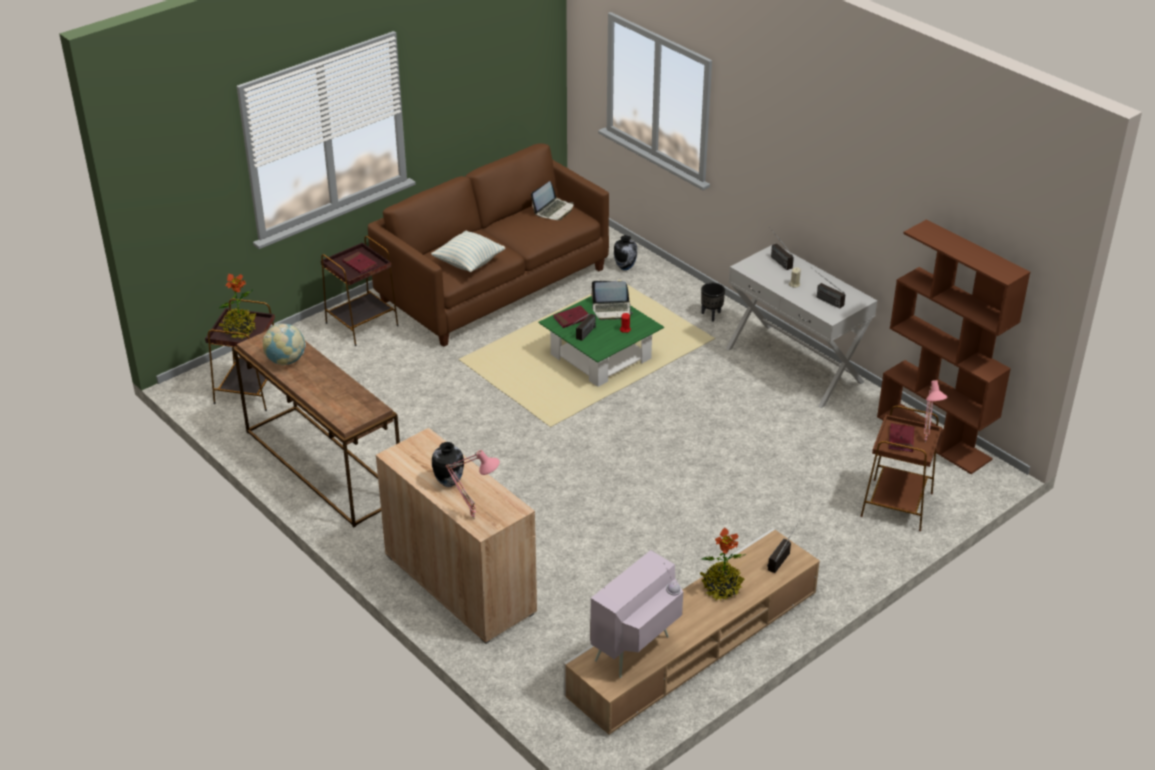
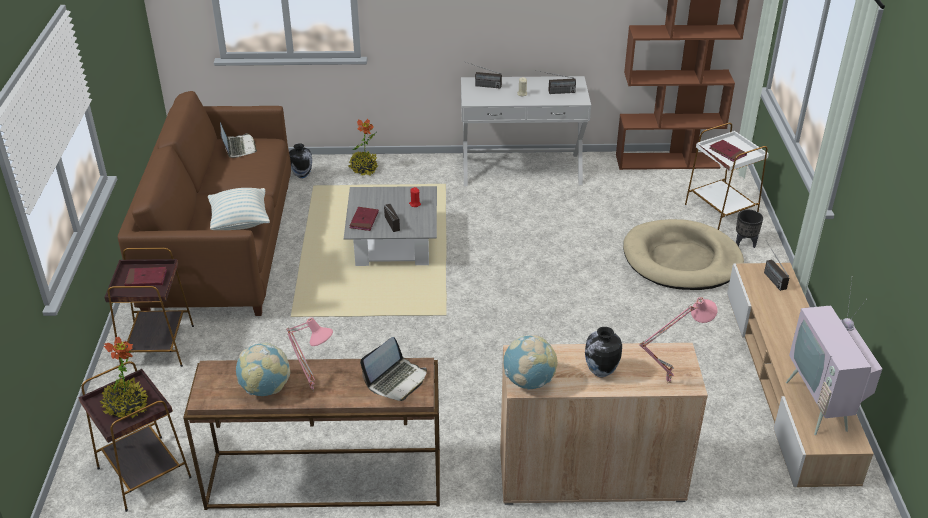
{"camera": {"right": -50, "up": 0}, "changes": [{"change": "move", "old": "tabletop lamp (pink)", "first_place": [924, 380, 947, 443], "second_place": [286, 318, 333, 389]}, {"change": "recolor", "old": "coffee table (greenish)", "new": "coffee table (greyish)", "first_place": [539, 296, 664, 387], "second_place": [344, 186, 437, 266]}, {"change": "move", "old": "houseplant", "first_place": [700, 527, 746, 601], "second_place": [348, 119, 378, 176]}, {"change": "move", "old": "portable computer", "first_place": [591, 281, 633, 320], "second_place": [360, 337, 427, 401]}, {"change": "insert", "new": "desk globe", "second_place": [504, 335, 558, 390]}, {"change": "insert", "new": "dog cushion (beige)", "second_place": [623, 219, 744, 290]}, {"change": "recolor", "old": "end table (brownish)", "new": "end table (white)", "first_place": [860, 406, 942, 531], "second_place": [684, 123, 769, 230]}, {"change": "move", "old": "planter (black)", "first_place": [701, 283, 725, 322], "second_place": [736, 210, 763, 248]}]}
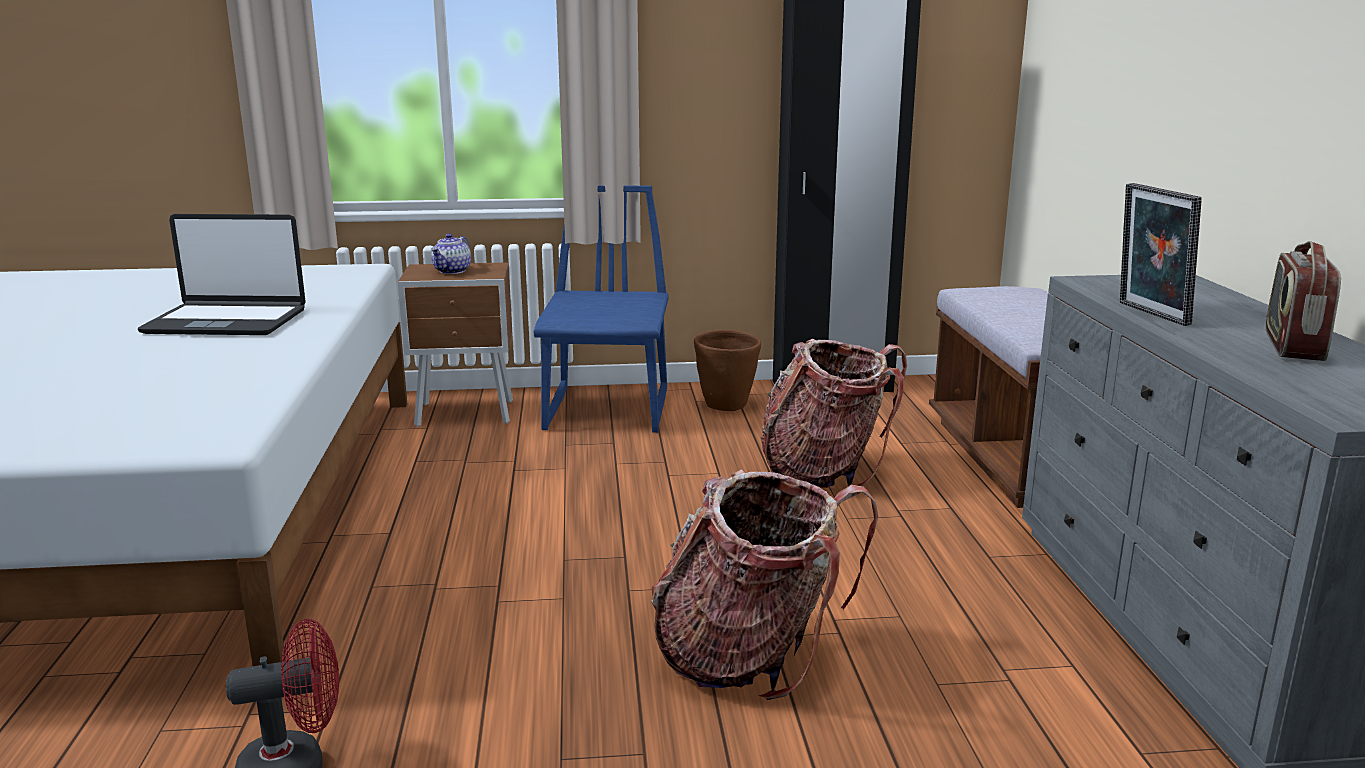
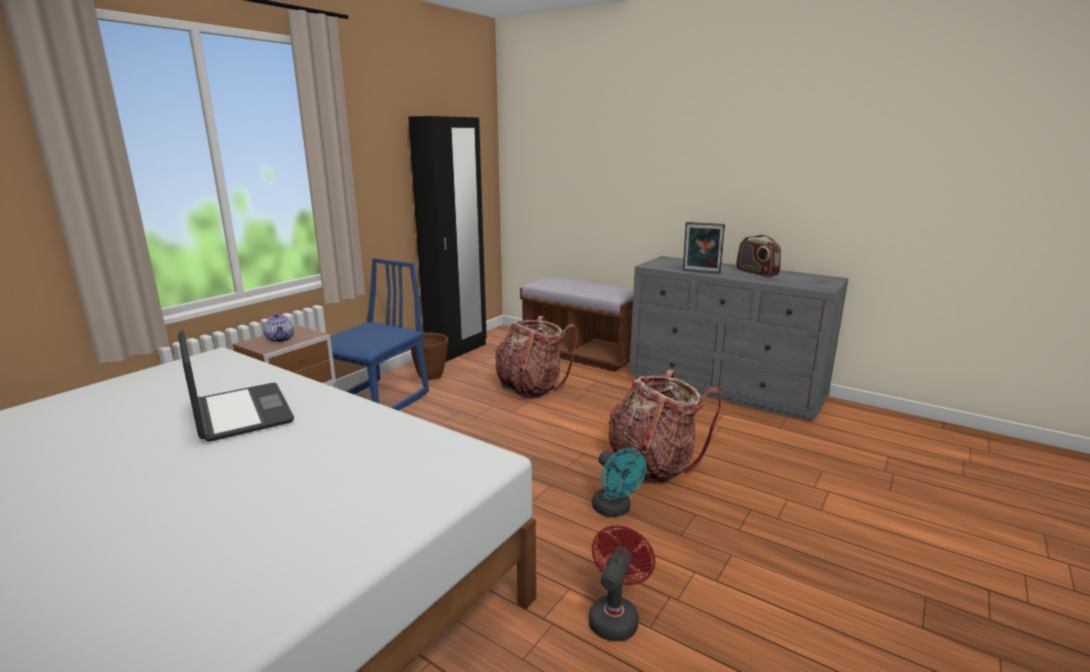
{"camera": {"right": -50, "up": 0}, "changes": [{"change": "rotate", "old": "portable computer", "first_place": [138, 214, 306, 335], "second_place": [178, 330, 294, 442], "degrees": -75}, {"change": "rotate", "old": "plain chair (blue)", "first_place": [533, 185, 669, 433], "second_place": [330, 258, 429, 411], "degrees": 75}, {"change": "insert", "new": "electric fan (turquoise)", "second_place": [592, 448, 646, 517]}]}
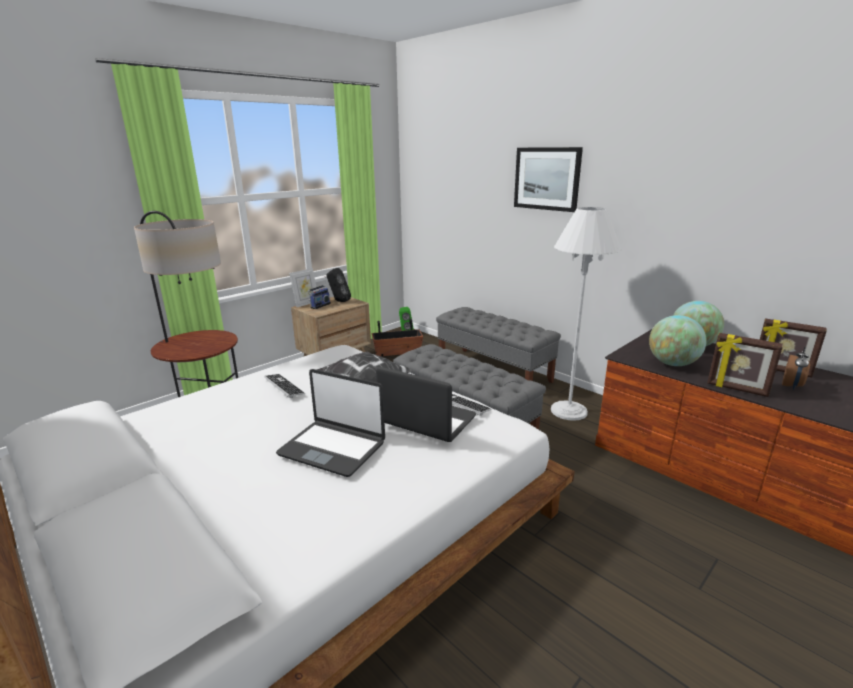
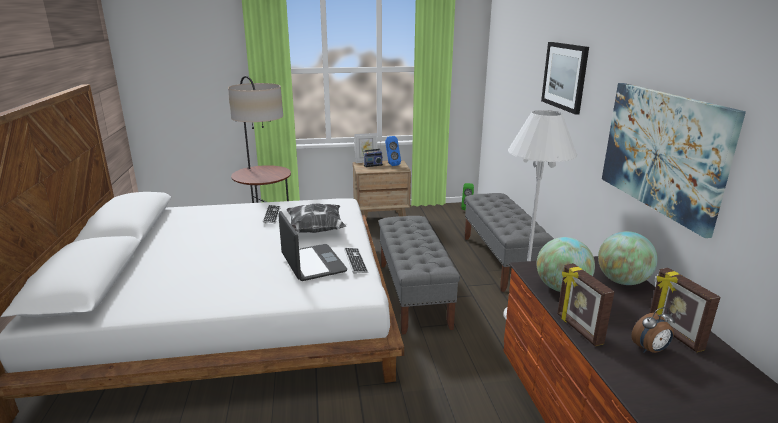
{"camera": {"right": 35, "up": 0}, "changes": [{"change": "recolor", "old": "audio speaker (black)", "new": "audio speaker (blue)", "first_place": [326, 268, 351, 302], "second_place": [385, 136, 401, 166]}, {"change": "insert", "new": "wall art", "second_place": [602, 83, 746, 238]}, {"change": "delete", "old": "portable computer", "first_place": [276, 369, 385, 477]}, {"change": "delete", "old": "planter", "first_place": [372, 318, 423, 356]}]}
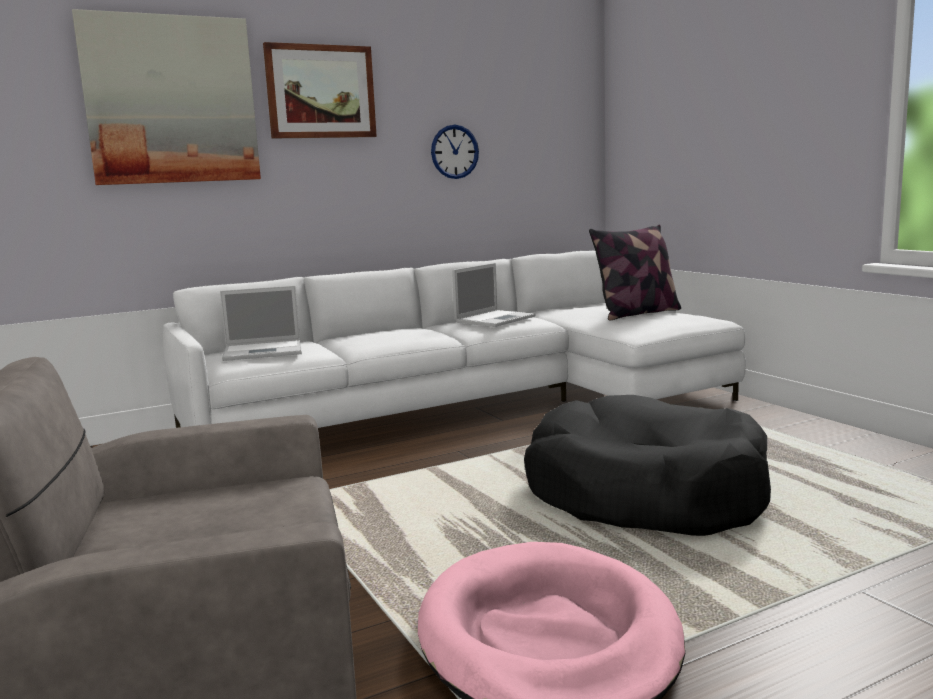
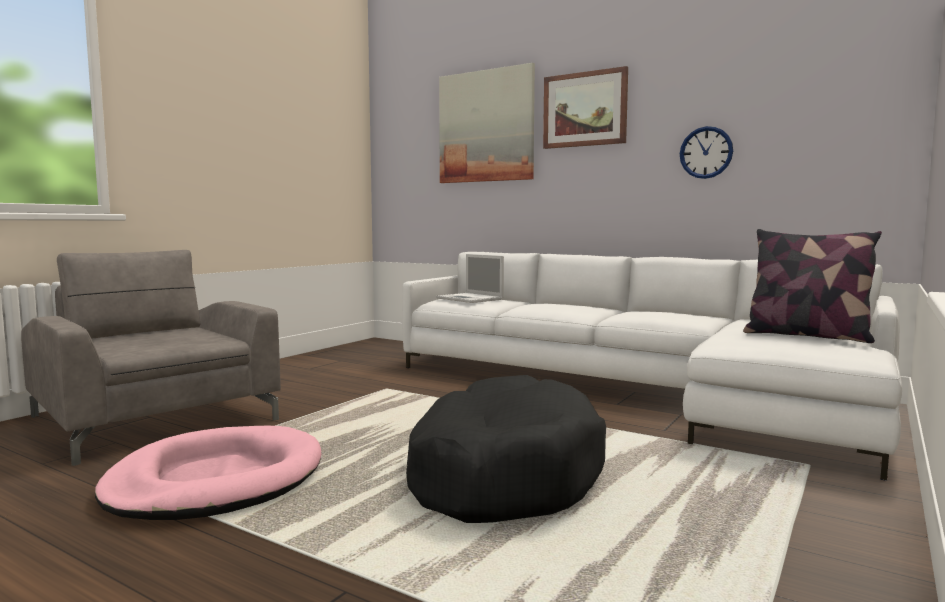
{"camera": {"right": 60, "up": -5}, "changes": [{"change": "delete", "old": "portable computer", "first_place": [452, 263, 536, 327]}]}
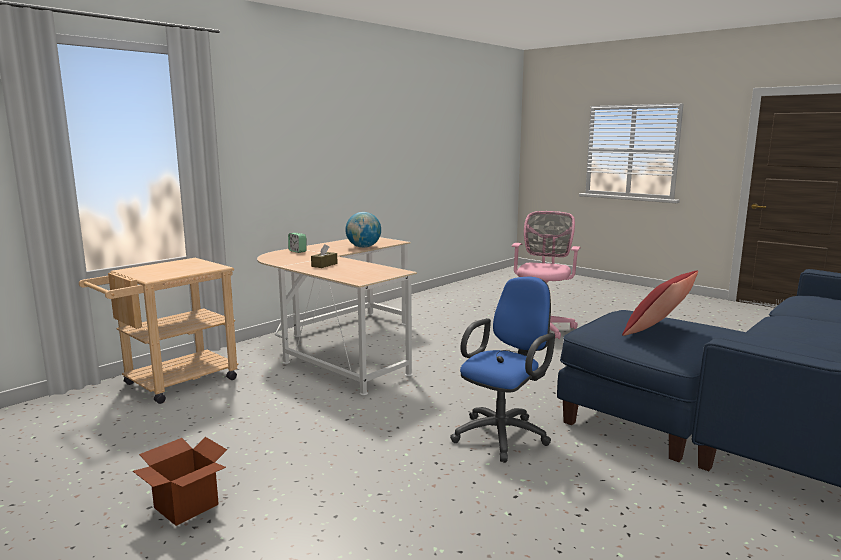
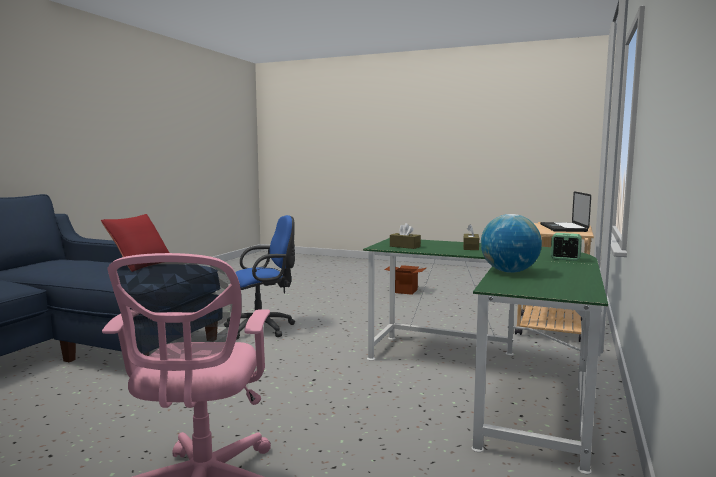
{"camera": {"right": 160, "up": -5}, "changes": [{"change": "rotate", "old": "desk chair (blue)", "first_place": [450, 277, 555, 462], "second_place": [235, 215, 295, 340], "degrees": -135}, {"change": "recolor", "old": "desk unit (beige)", "new": "desk unit (greenish)", "first_place": [257, 237, 417, 395], "second_place": [363, 238, 608, 474]}, {"change": "insert", "new": "tissue box (brownish)", "second_place": [390, 223, 421, 249]}, {"change": "insert", "new": "portable computer", "second_place": [540, 191, 591, 232]}]}
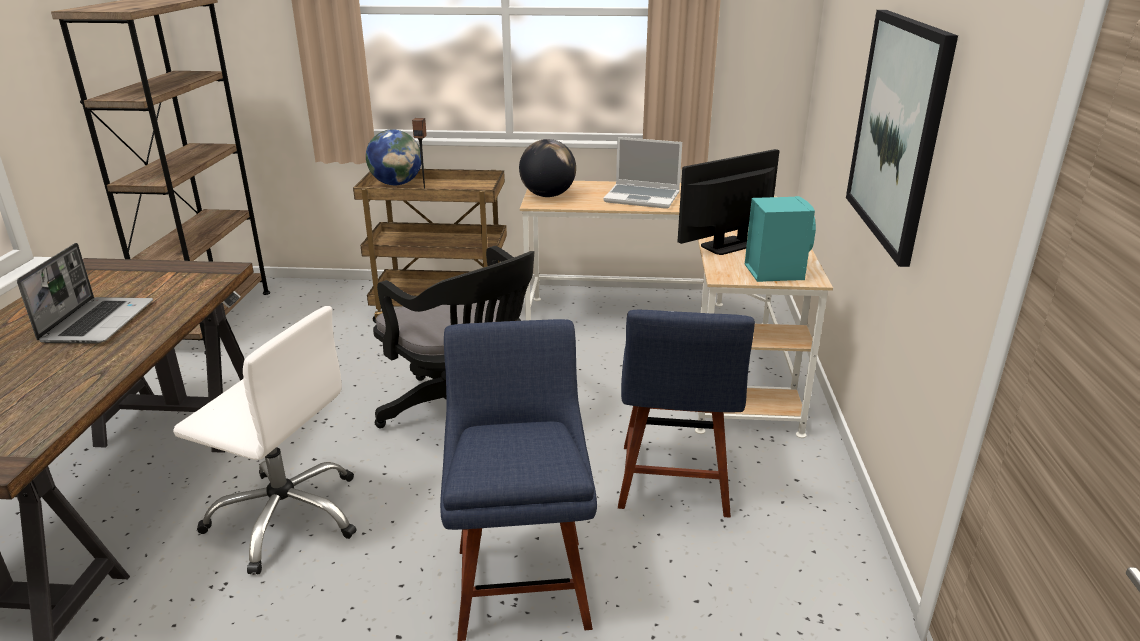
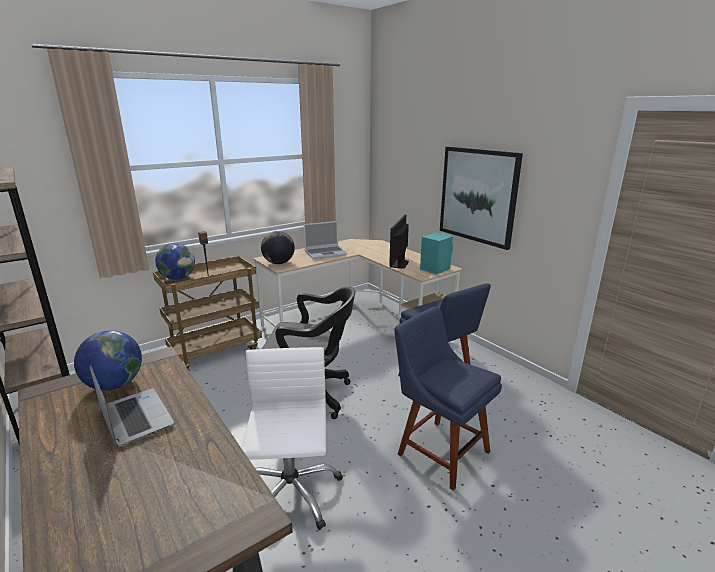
{"camera": {"right": -40, "up": -5}, "changes": [{"change": "insert", "new": "desk globe", "second_place": [74, 330, 142, 390]}, {"change": "rotate", "old": "desk chair (white)", "first_place": [173, 306, 357, 574], "second_place": [241, 347, 343, 530], "degrees": -75}]}
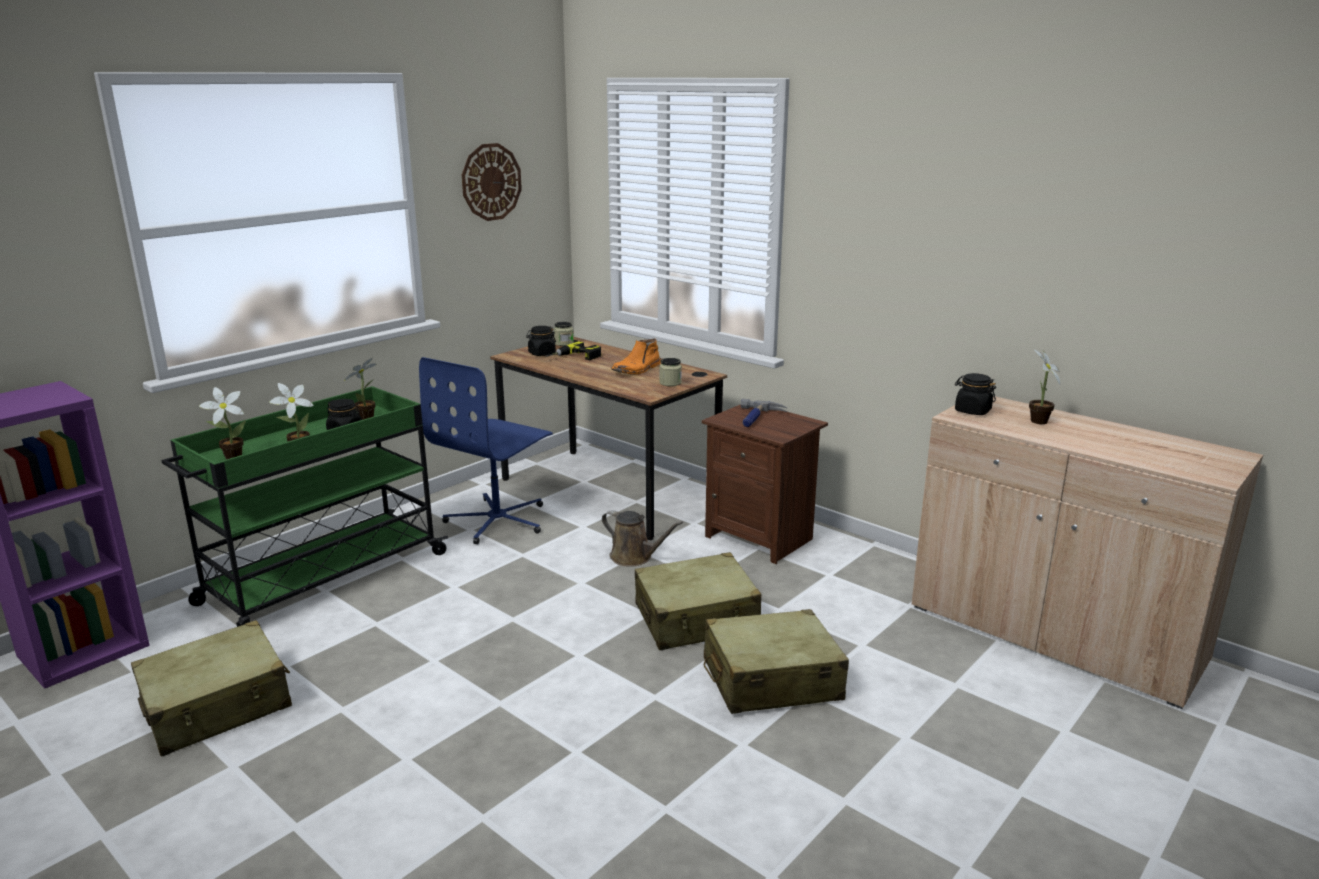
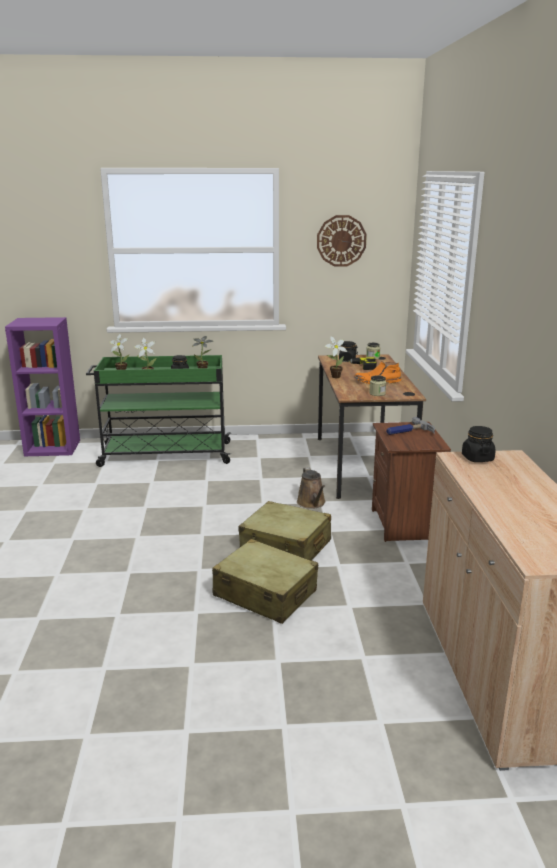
{"camera": {"right": 45, "up": 0}, "changes": [{"change": "move", "old": "houseplant", "first_place": [1029, 350, 1060, 424], "second_place": [325, 337, 347, 378]}, {"change": "delete", "old": "piece of luggage (beige)", "first_place": [131, 620, 292, 757]}, {"change": "delete", "old": "desk chair (blue)", "first_place": [419, 357, 553, 544]}]}
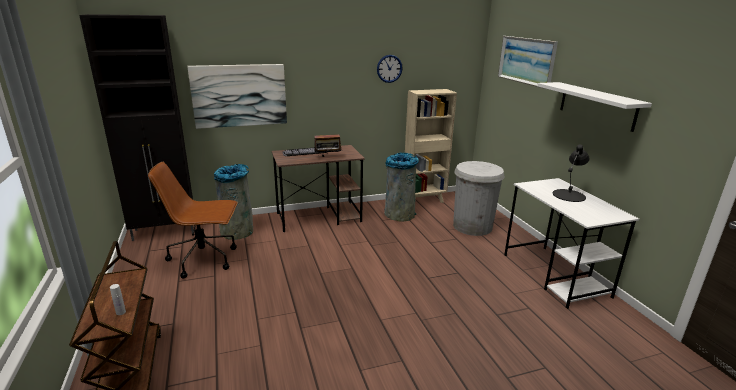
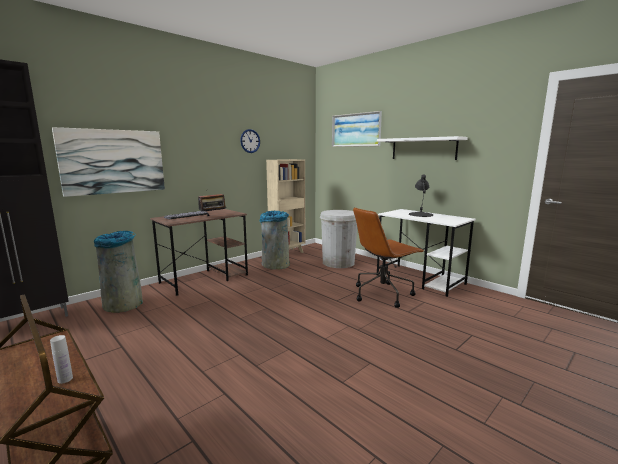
{"camera": {"right": -25, "up": -10}, "changes": [{"change": "move", "old": "desk chair (brownish)", "first_place": [148, 162, 238, 279], "second_place": [353, 207, 424, 308]}]}
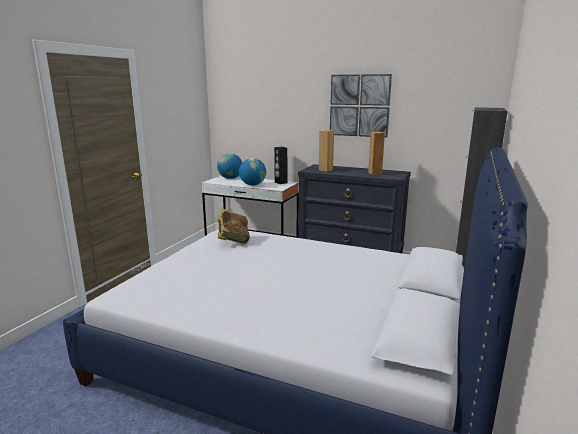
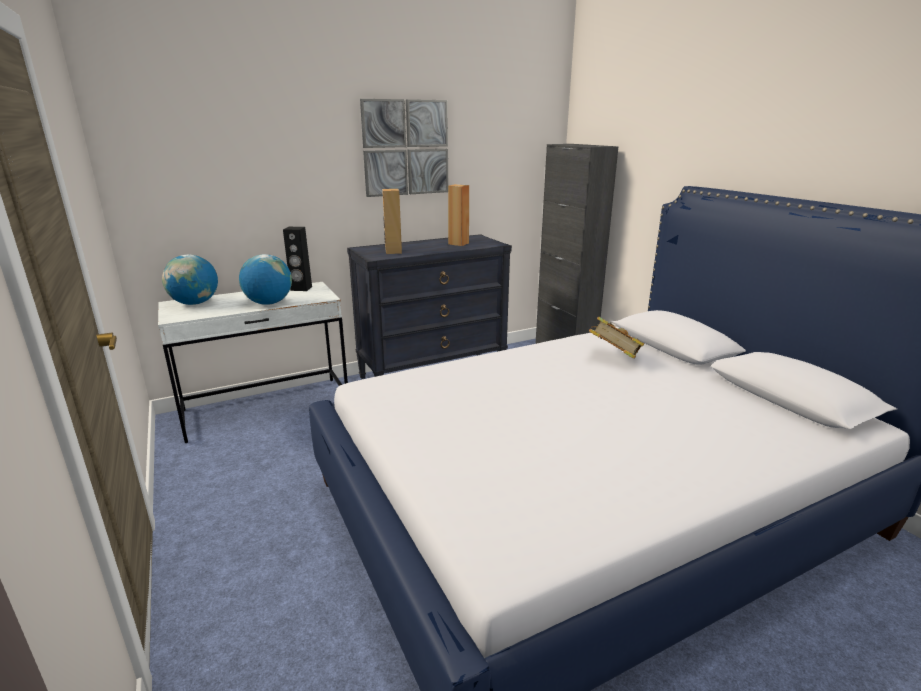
{"camera": {"right": -50, "up": 5}, "changes": [{"change": "move", "old": "volume", "first_place": [217, 208, 250, 244], "second_place": [589, 316, 644, 359]}]}
